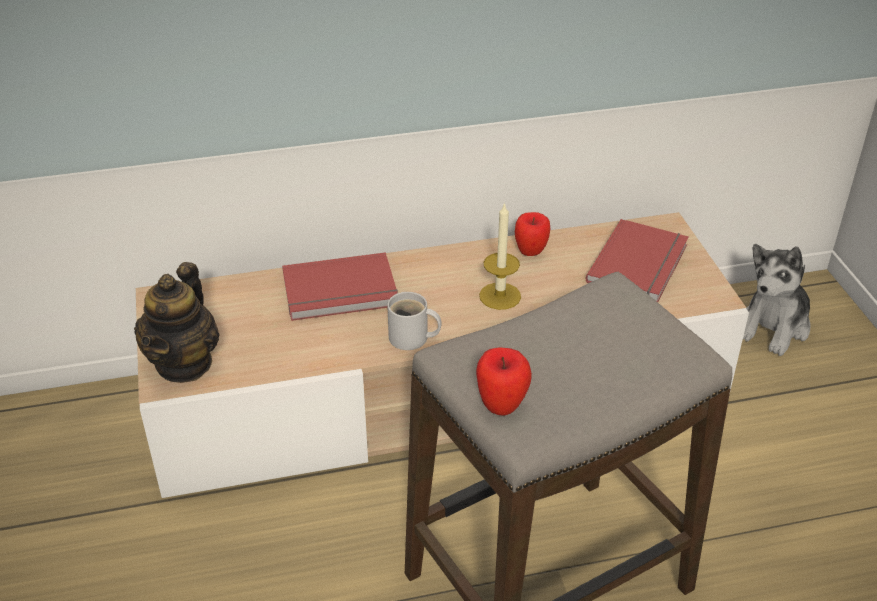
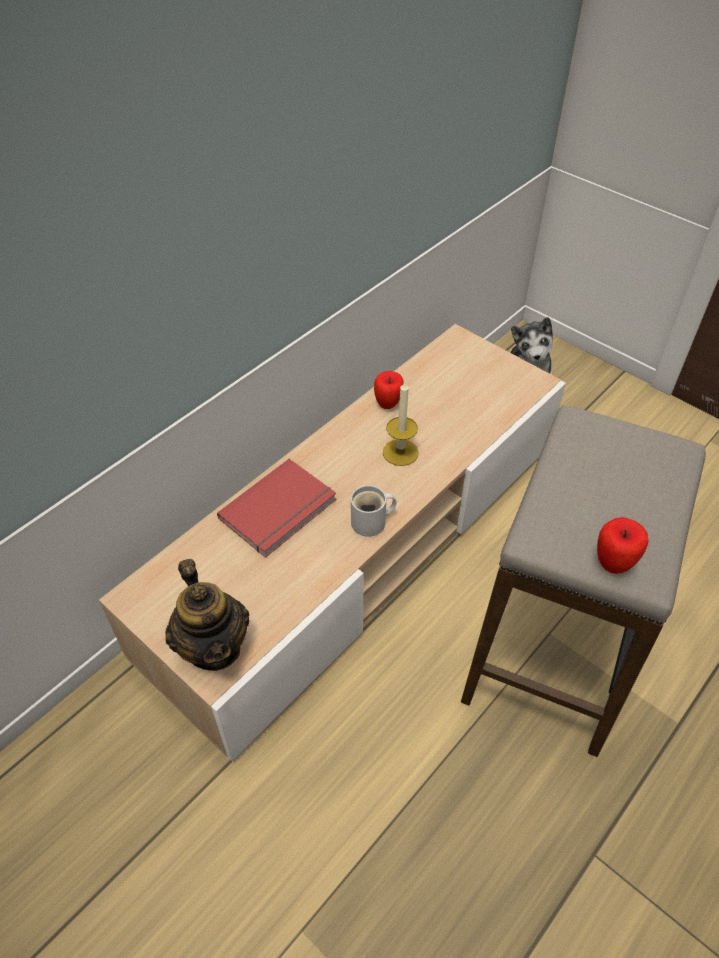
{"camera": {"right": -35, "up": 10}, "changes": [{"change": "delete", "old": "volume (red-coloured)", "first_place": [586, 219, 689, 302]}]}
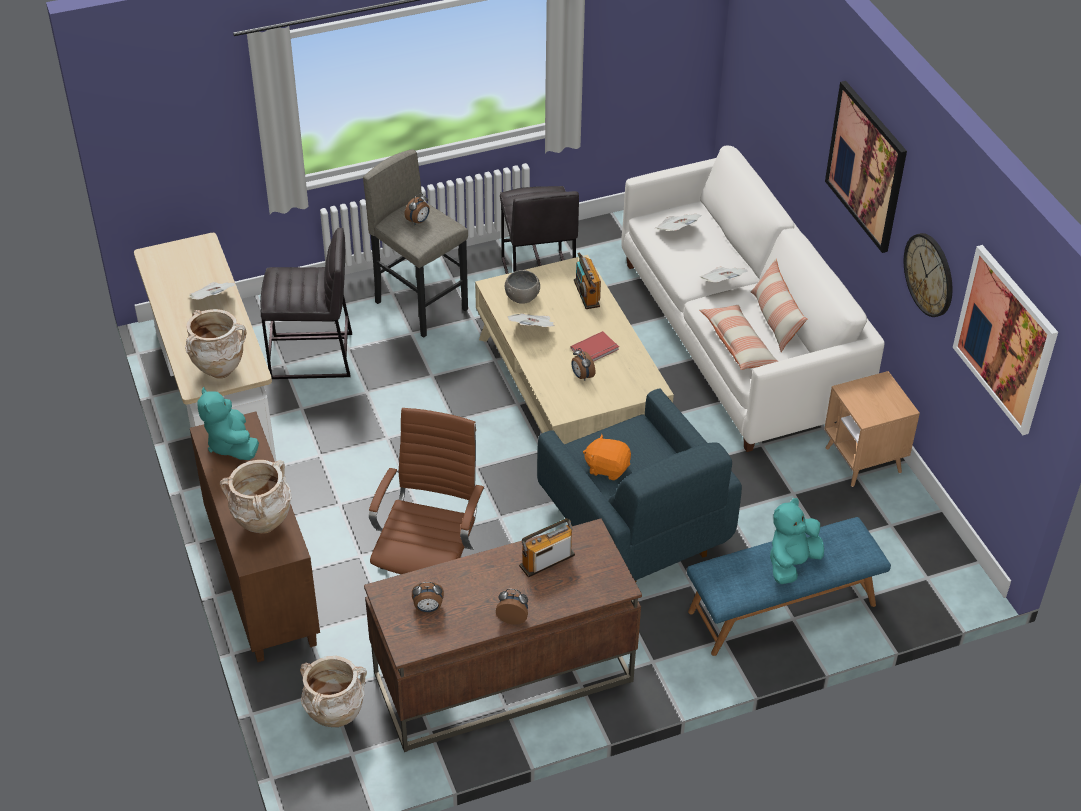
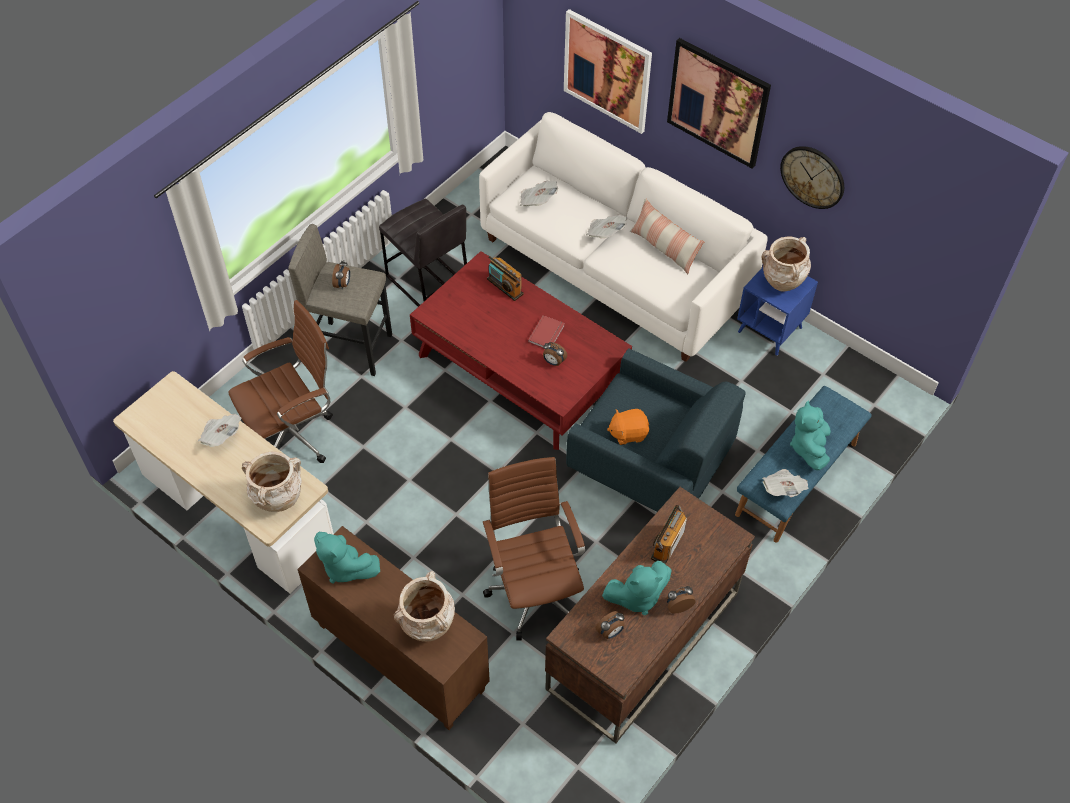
{"camera": {"right": -30, "up": 10}, "changes": [{"change": "replace", "old": "stool (greyish)", "new": "desk chair (brownish)", "first_place": [260, 228, 352, 379], "second_place": [228, 300, 333, 463]}, {"change": "recolor", "old": "coffee table (beige)", "new": "coffee table (red-coloured)", "first_place": [475, 255, 674, 444], "second_place": [410, 251, 632, 450]}, {"change": "move", "old": "wall art", "first_place": [953, 245, 1058, 435], "second_place": [564, 9, 652, 134]}, {"change": "insert", "new": "soft toy (turquoise)", "second_place": [602, 561, 672, 615]}, {"change": "recolor", "old": "end table (brownish)", "new": "end table (blue)", "first_place": [824, 371, 920, 487], "second_place": [737, 267, 818, 356]}, {"change": "move", "old": "flower vase (beige)", "first_place": [300, 656, 367, 727], "second_place": [761, 237, 811, 292]}, {"change": "move", "old": "daily paper", "first_place": [508, 313, 555, 327], "second_place": [762, 469, 808, 497]}, {"change": "delete", "old": "bowl (greyish)", "first_place": [505, 270, 540, 304]}, {"change": "delete", "old": "throw pillow", "first_place": [699, 305, 778, 370]}]}
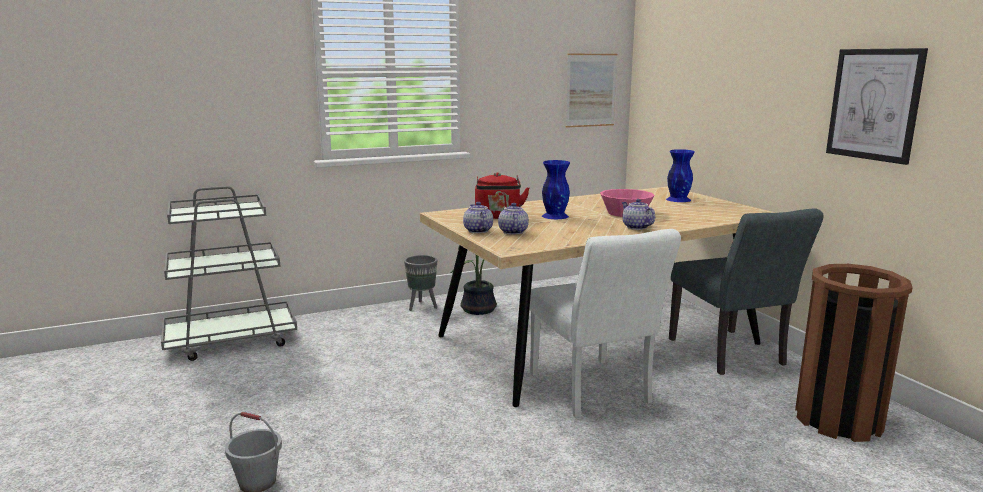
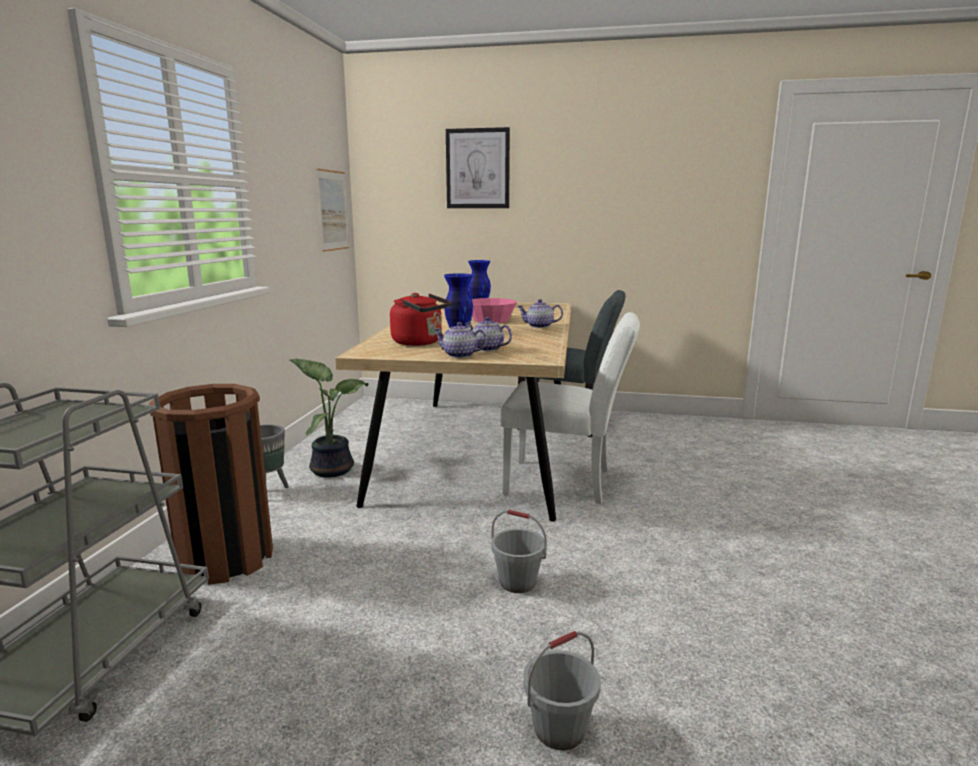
{"camera": {"right": -55, "up": 0}, "changes": [{"change": "move", "old": "waste bin (brownish)", "first_place": [795, 264, 913, 442], "second_place": [149, 384, 273, 585]}, {"change": "move", "old": "wall art", "first_place": [826, 48, 928, 165], "second_place": [446, 127, 510, 208]}, {"change": "insert", "new": "water bucket (greyish)", "second_place": [491, 510, 547, 593]}]}
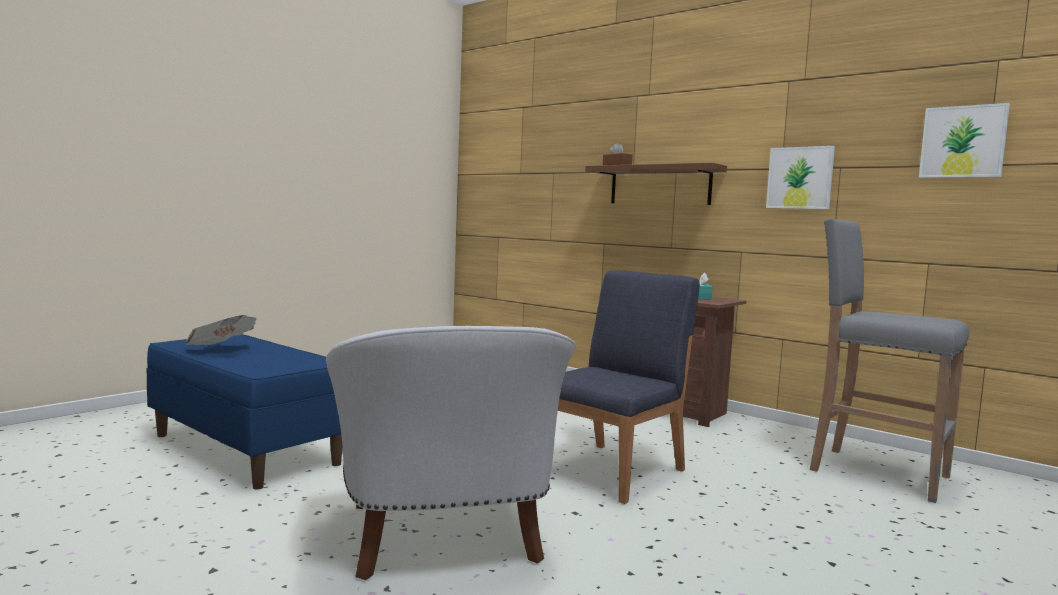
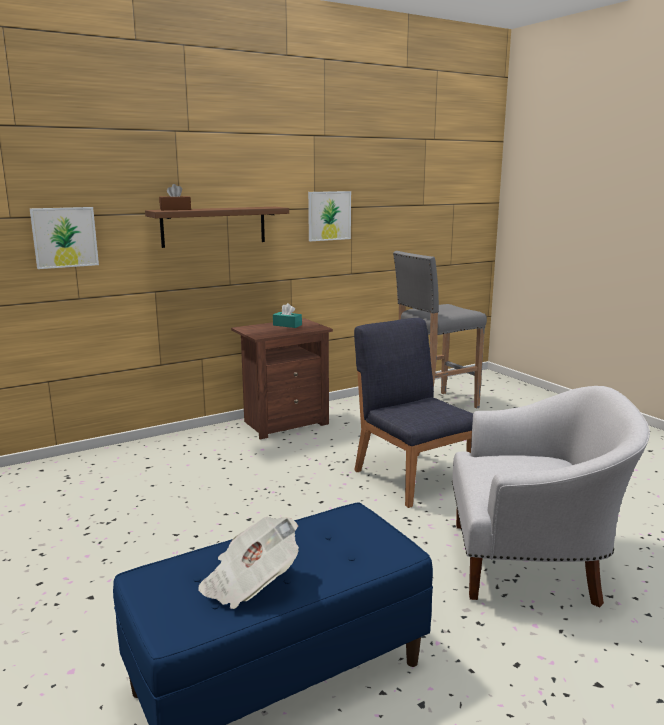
{"camera": {"right": -70, "up": 10}, "changes": [{"change": "move", "old": "wall art", "first_place": [919, 103, 1010, 178], "second_place": [29, 207, 99, 269]}]}
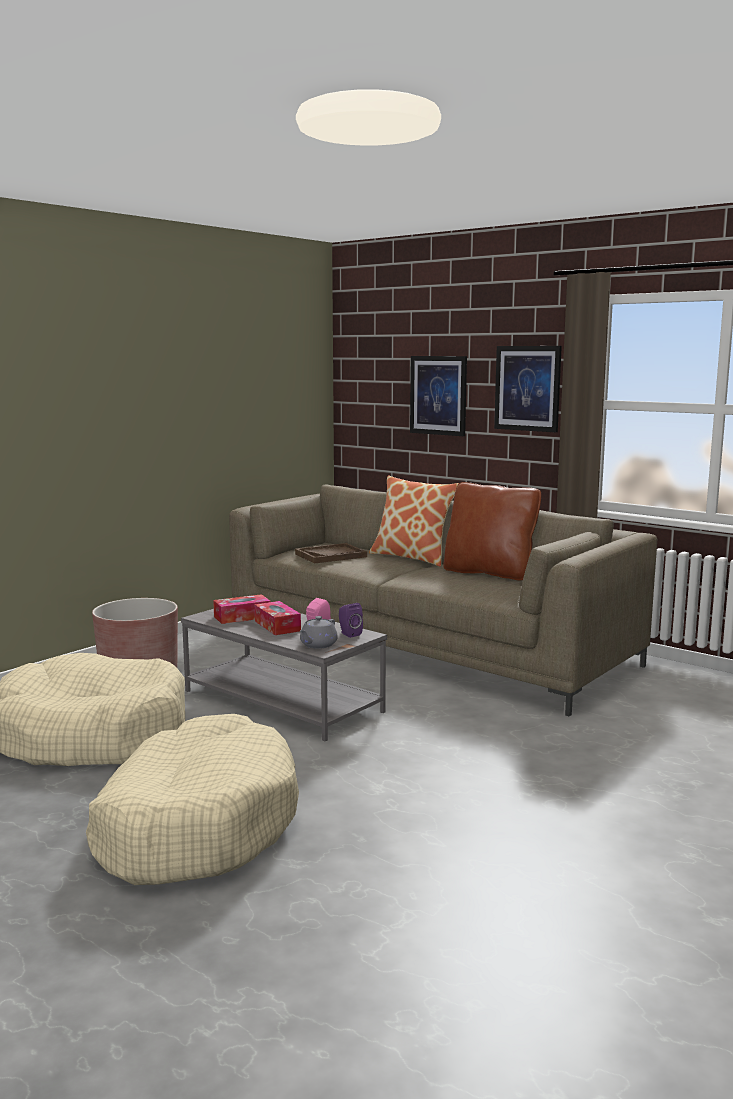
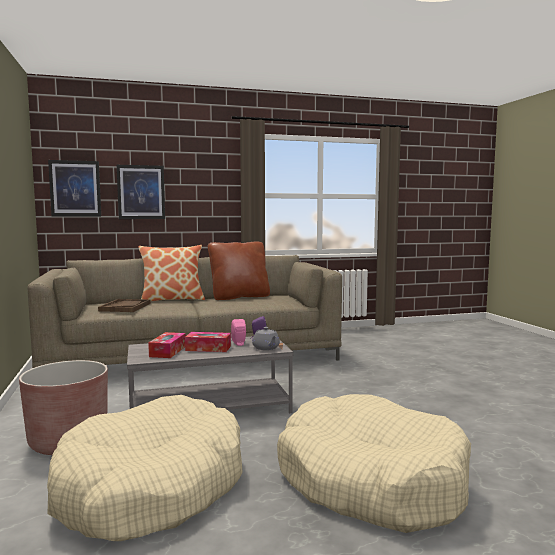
{"camera": {"right": -55, "up": -5}, "changes": [{"change": "move", "old": "wall art", "first_place": [494, 346, 562, 432], "second_place": [48, 160, 101, 216]}]}
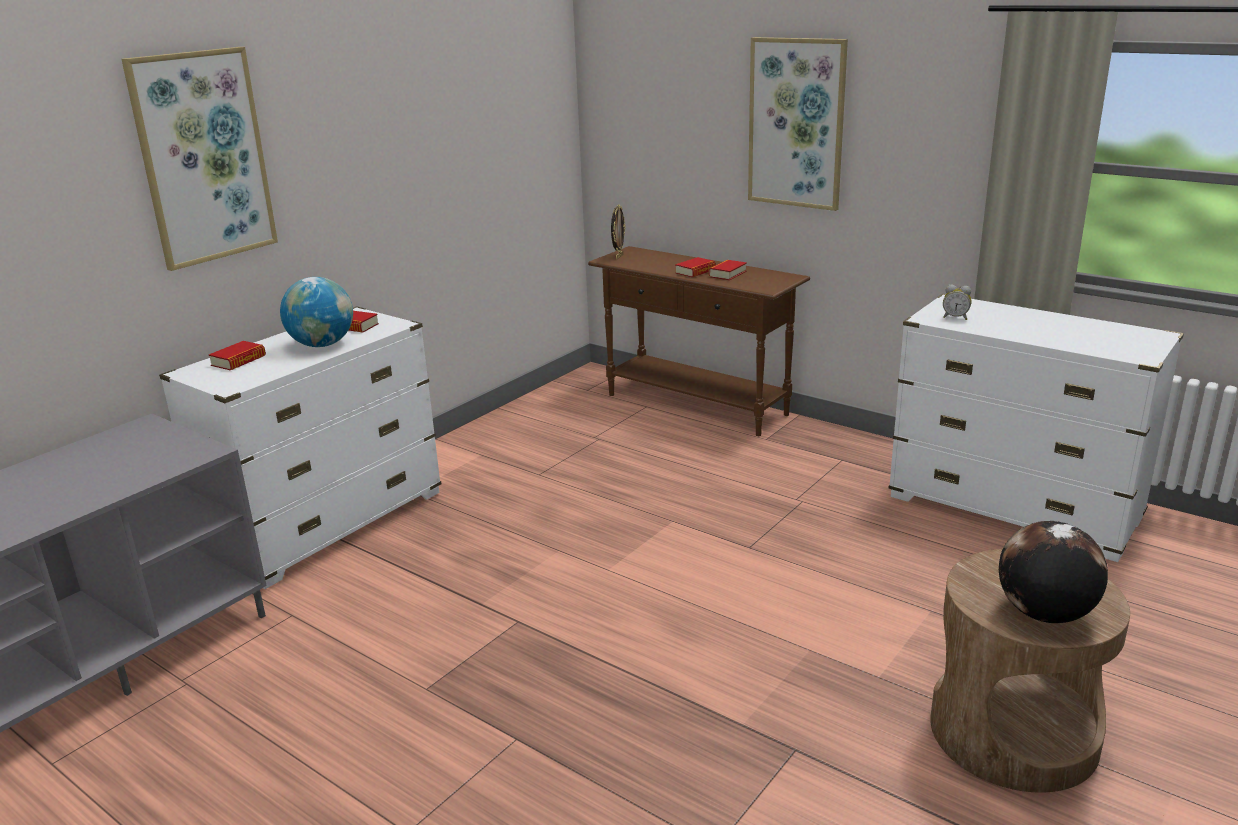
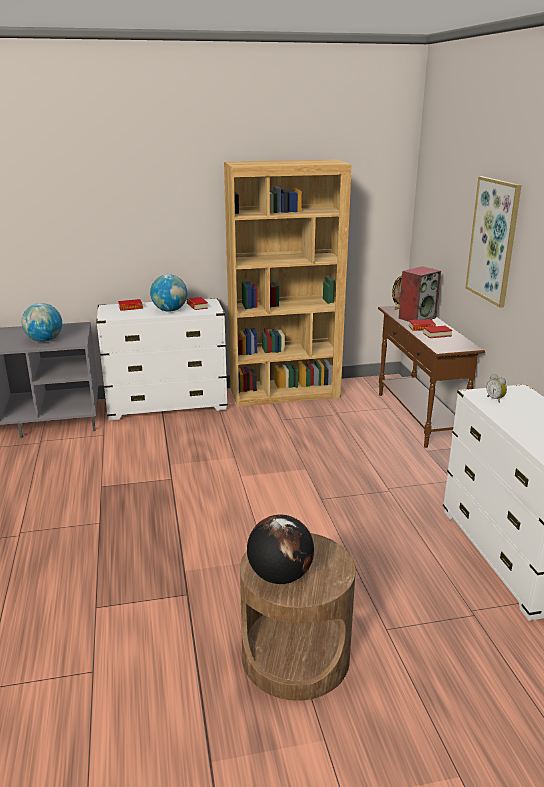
{"camera": {"right": 40, "up": 0}, "changes": [{"change": "insert", "new": "desk globe", "second_place": [22, 303, 62, 342]}, {"change": "insert", "new": "shelving unit (brownish)", "second_place": [224, 160, 352, 407]}, {"change": "insert", "new": "audio speaker", "second_place": [398, 266, 441, 322]}, {"change": "delete", "old": "wall art", "first_place": [121, 47, 278, 271]}]}
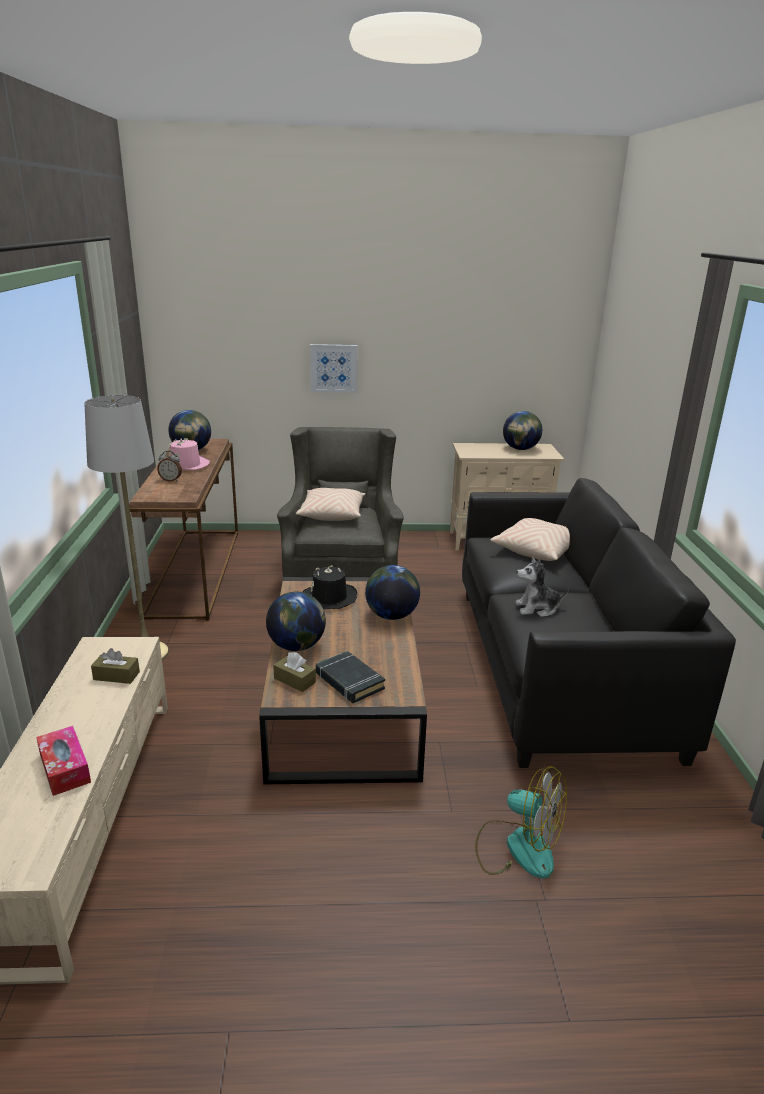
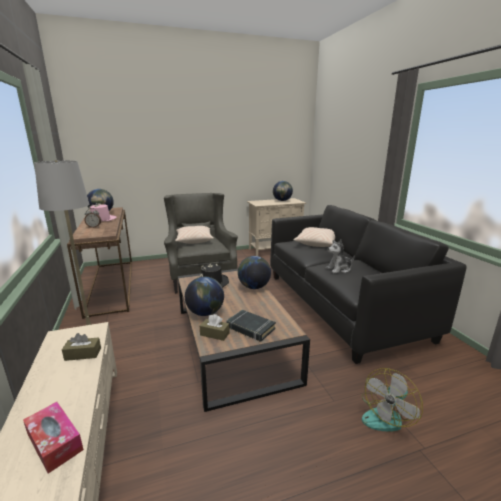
{"camera": {"right": -15, "up": -5}, "changes": [{"change": "rotate", "old": "electric fan", "first_place": [475, 766, 567, 878], "second_place": [361, 368, 423, 432], "degrees": 120}, {"change": "delete", "old": "wall art", "first_place": [310, 344, 357, 393]}]}
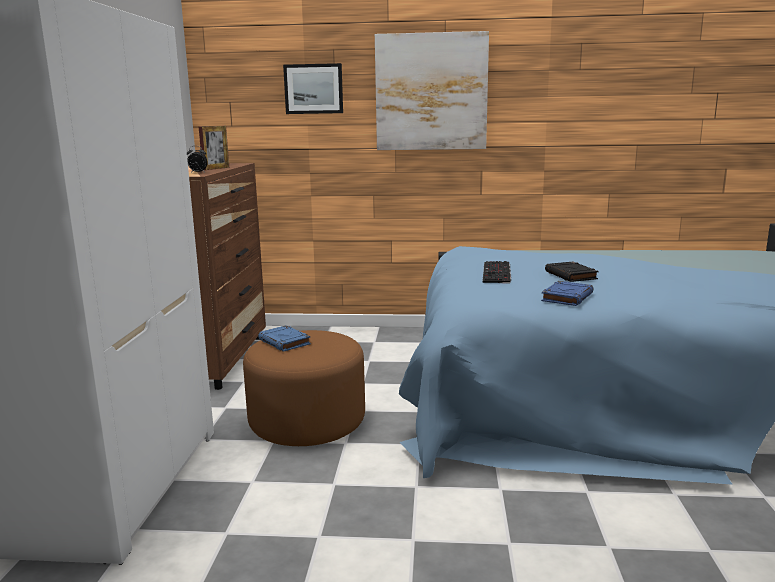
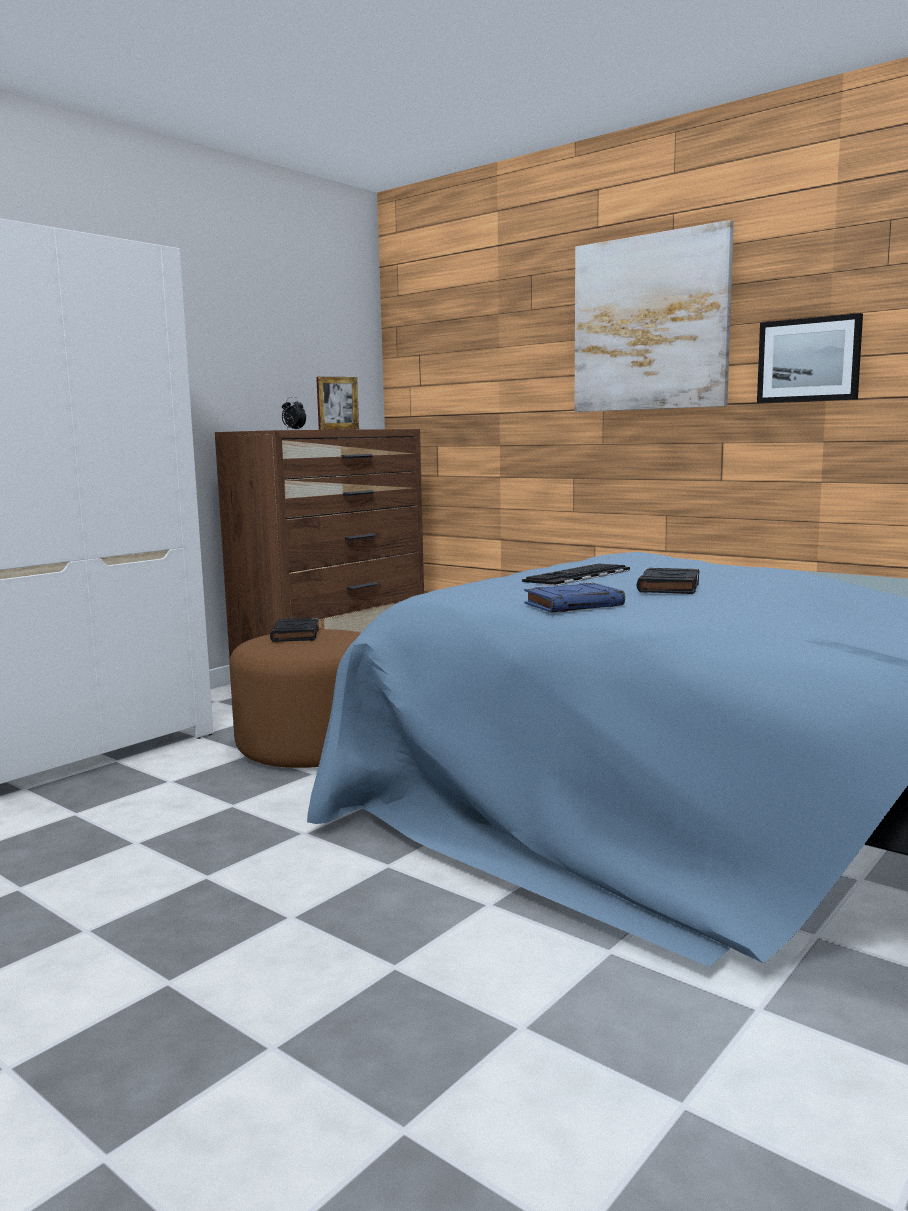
{"camera": {"right": 35, "up": -5}, "changes": [{"change": "recolor", "old": "volume (blue)", "new": "volume (black)", "first_place": [258, 325, 311, 352], "second_place": [270, 618, 319, 642]}, {"change": "move", "old": "wall art", "first_place": [283, 63, 343, 114], "second_place": [757, 313, 863, 403]}]}
